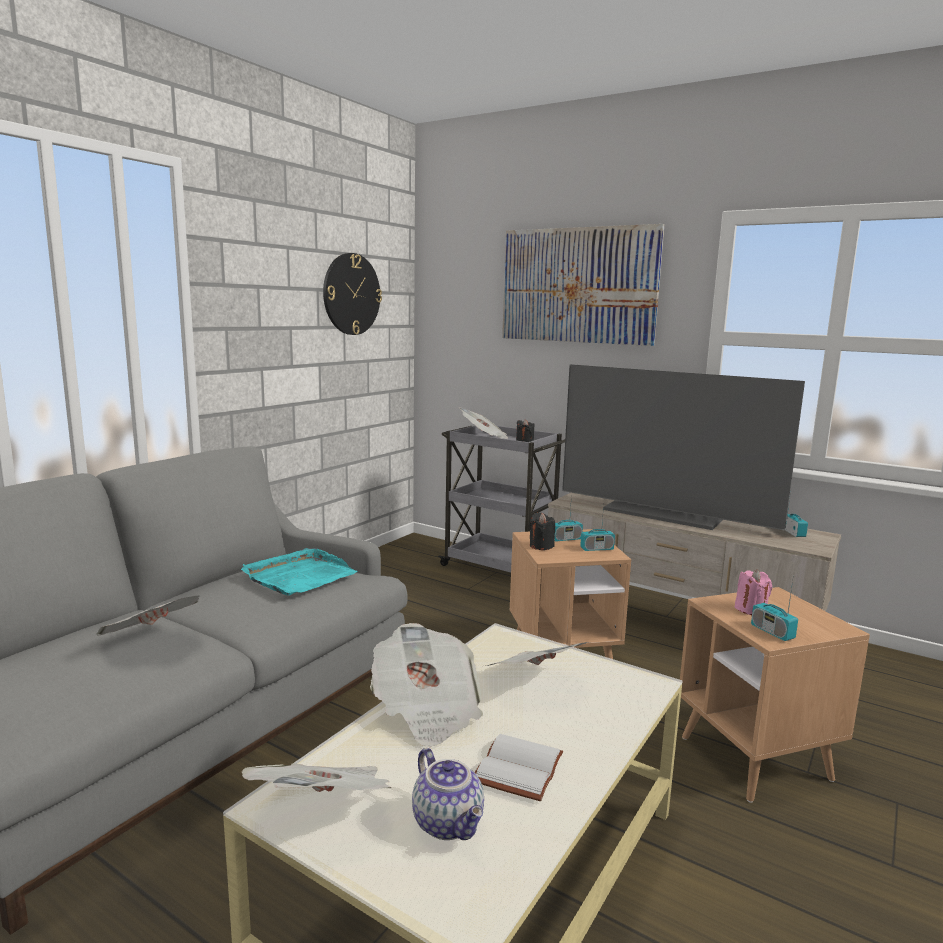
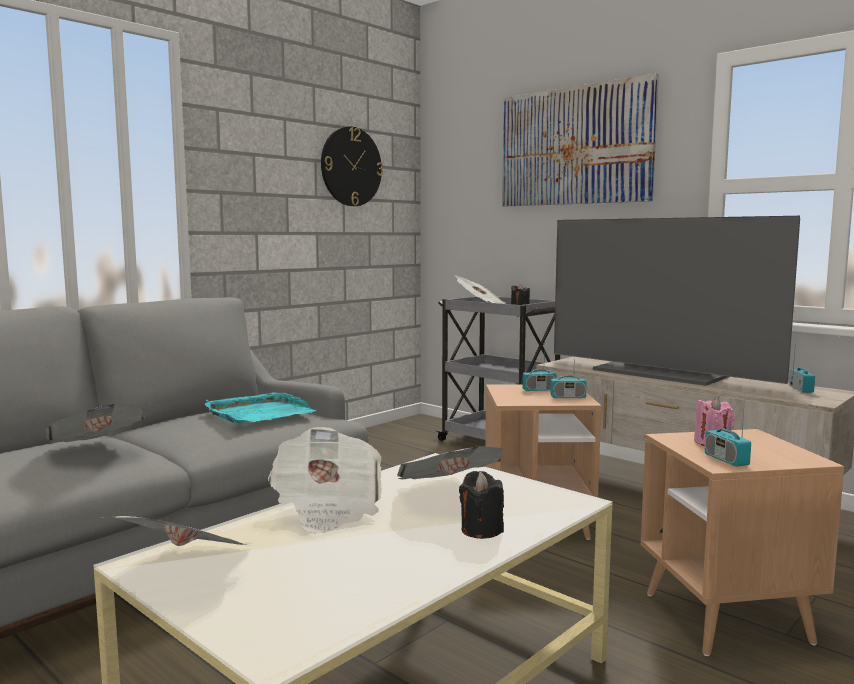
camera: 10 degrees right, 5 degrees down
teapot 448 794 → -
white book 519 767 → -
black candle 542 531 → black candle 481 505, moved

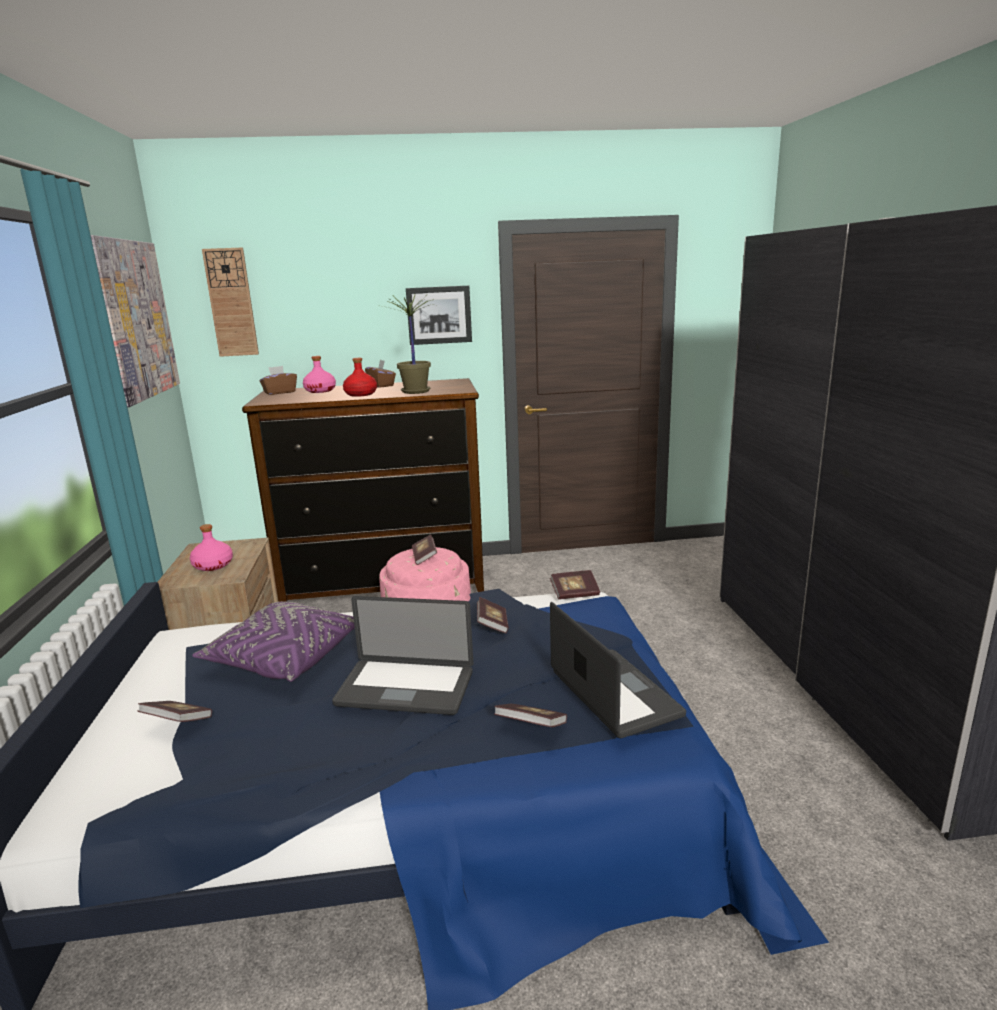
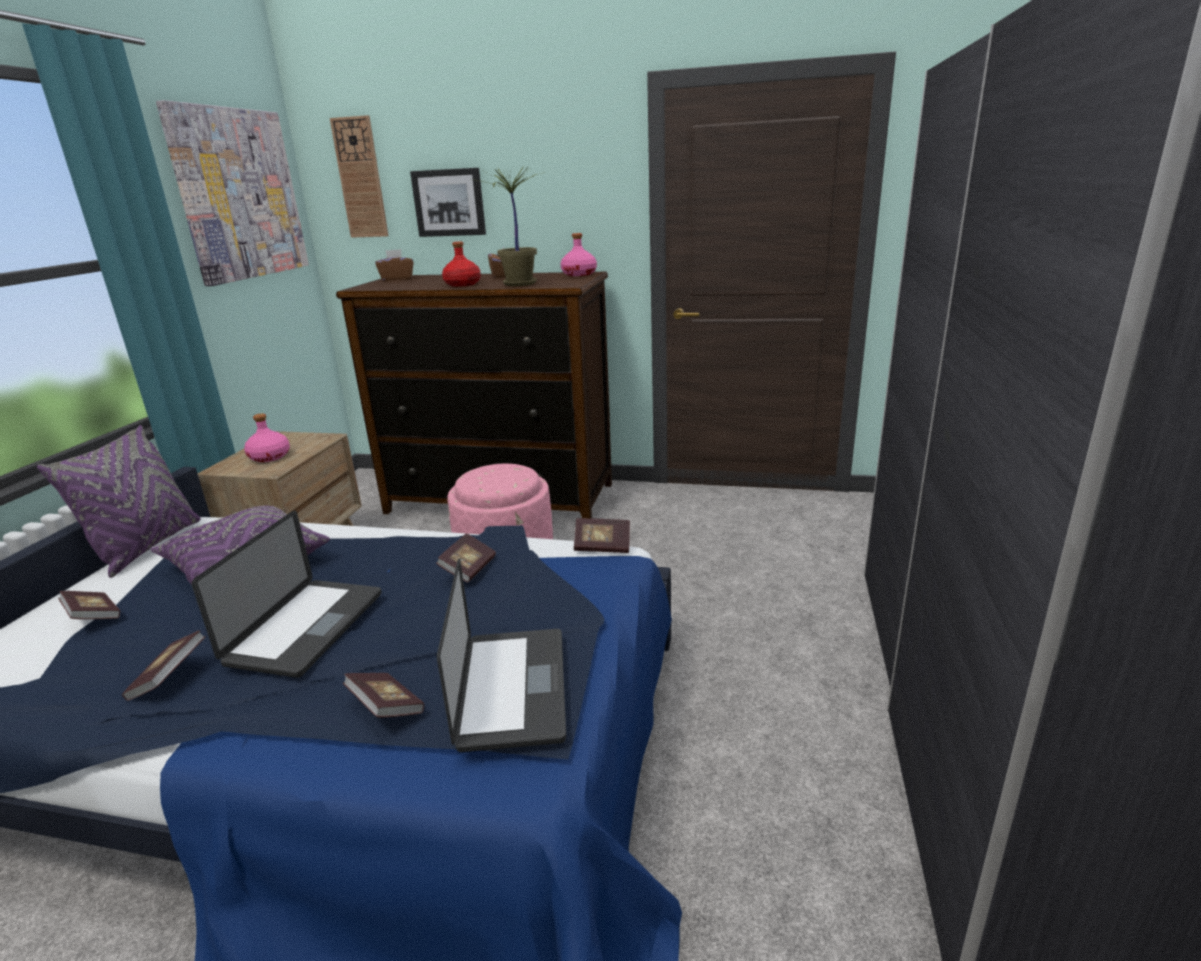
camera: 20 degrees right, 5 degrees up
pink bottle 319 374 → pink bottle 579 254, moved
laptop 403 655 → laptop 286 594, 105 degrees counterclockwise
picture 439 315 → picture 448 202, moved
book 424 549 → book 164 665, moved
- → purple pillow 119 501

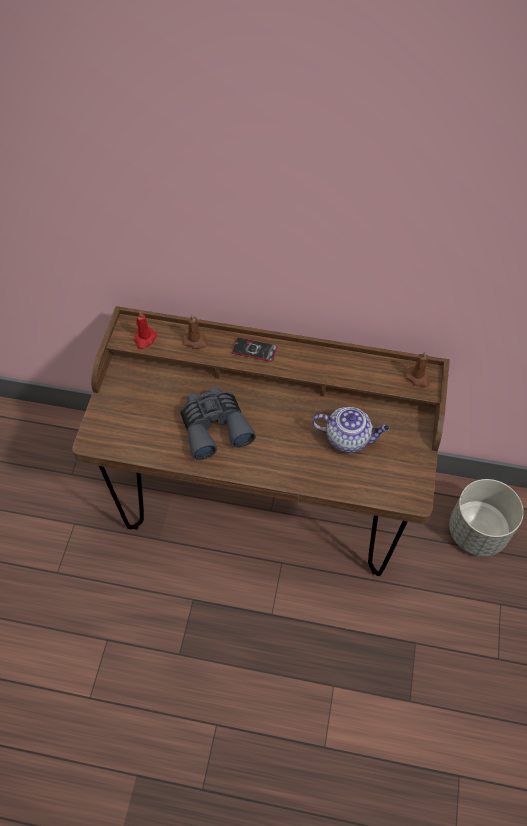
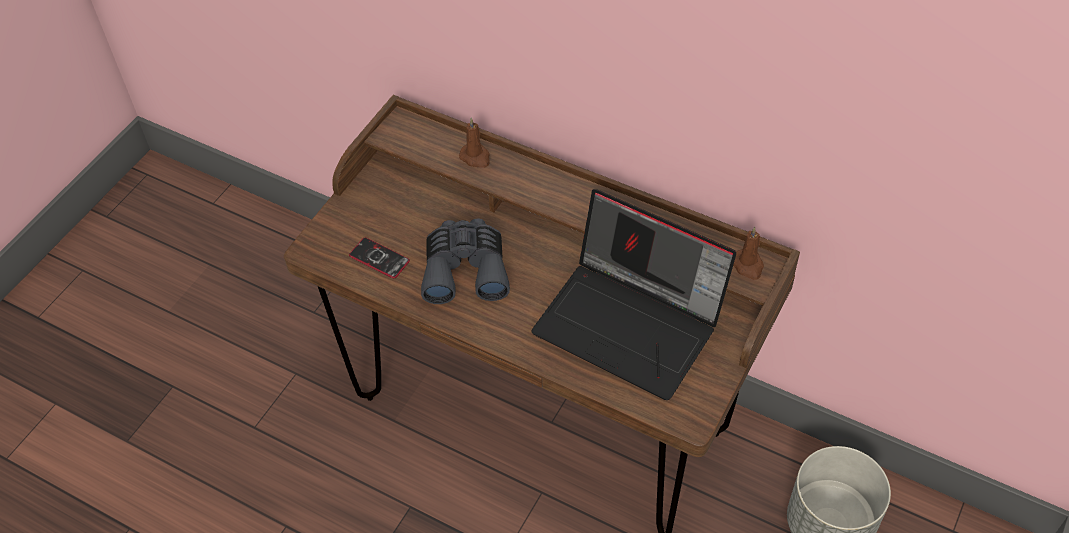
camera: 20 degrees right, 5 degrees down
red candle 145 330 → -
phone 254 349 → phone 379 258, moved
teapot 350 430 → laptop 633 294

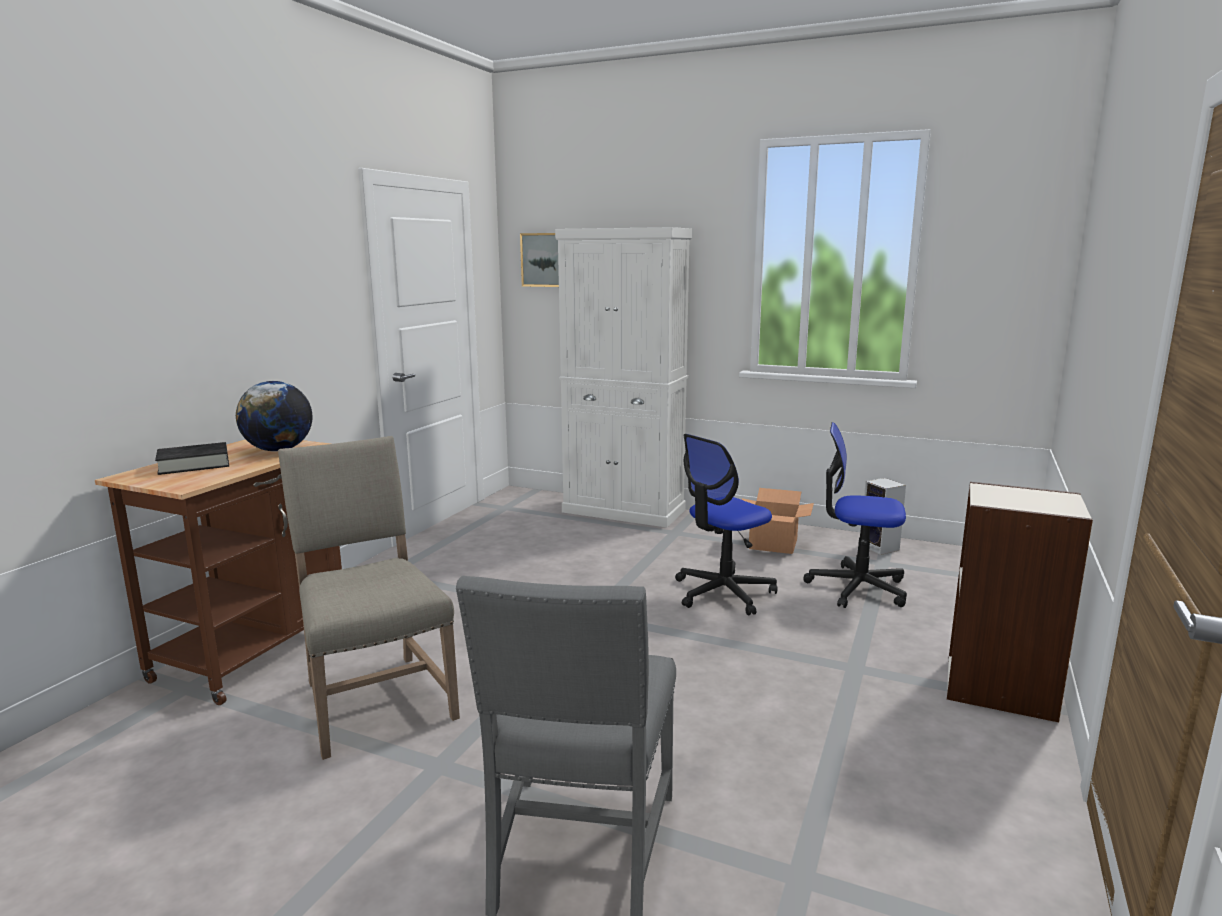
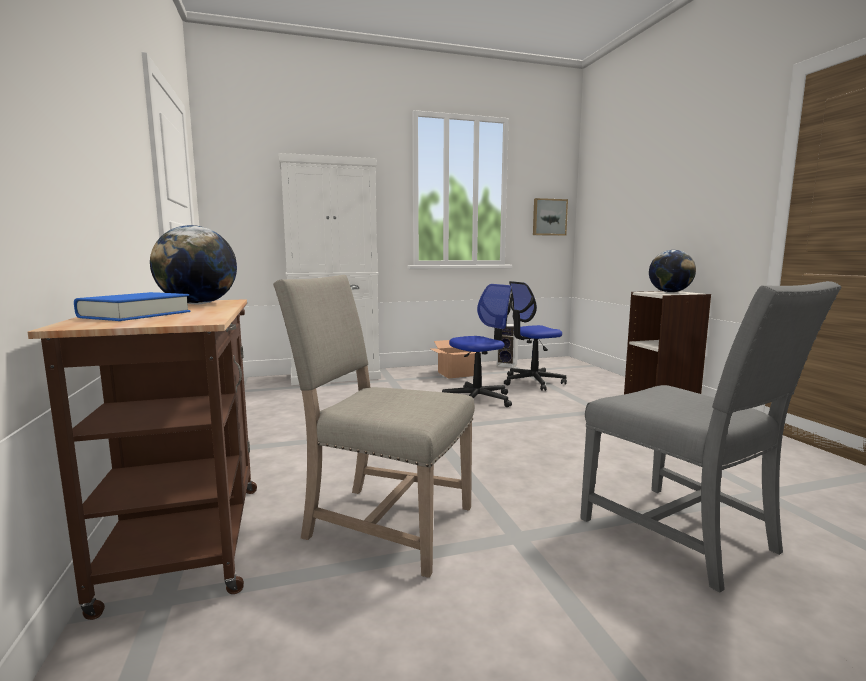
camera: 40 degrees left, 5 degrees down
black book 192 458 → blue book 132 306
picture 539 260 → picture 550 217, moved
office chair 726 524 → office chair 477 345, 135 degrees counterclockwise
- → globe 672 271

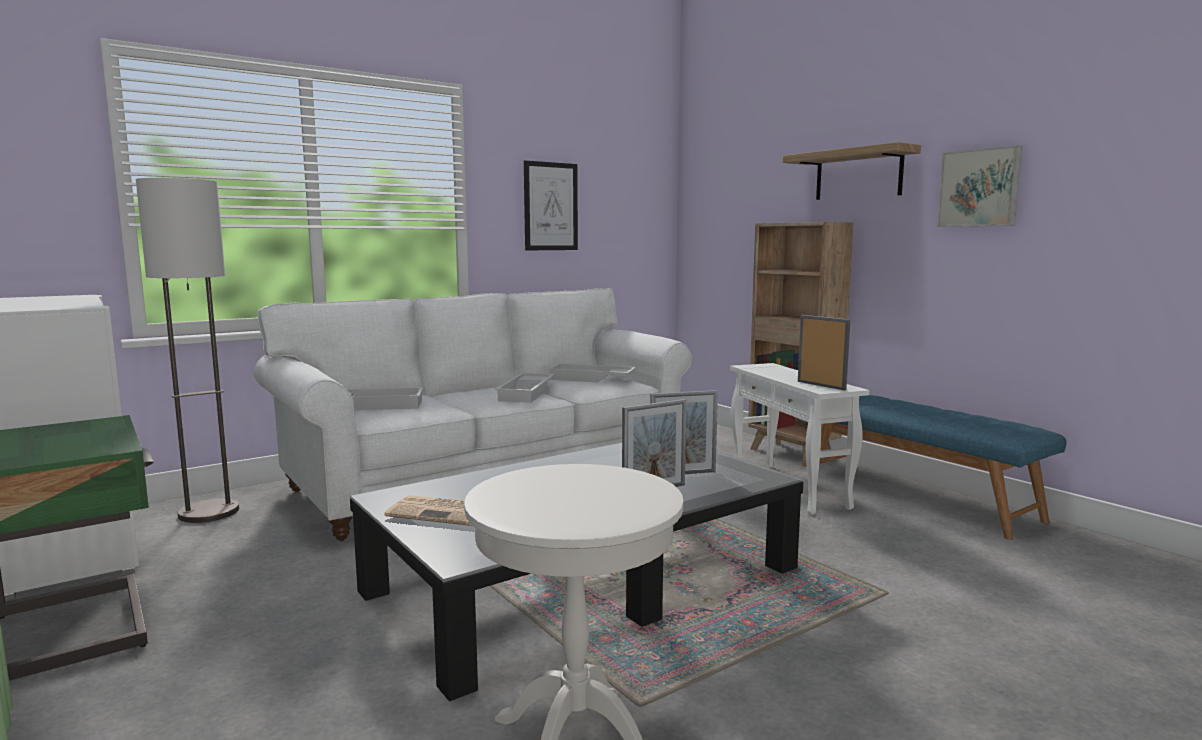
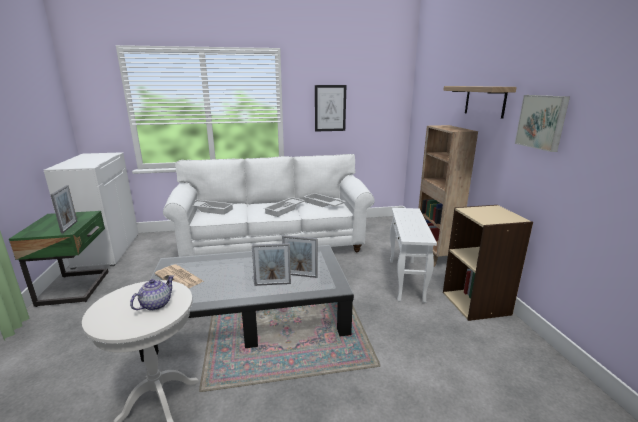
camera: 25 degrees right, 10 degrees up
floor lamp 187 350 → -
picture frame 824 352 → picture frame 63 209, moved
blue bench 943 467 → beige bookcase 488 263
- → teapot 152 293

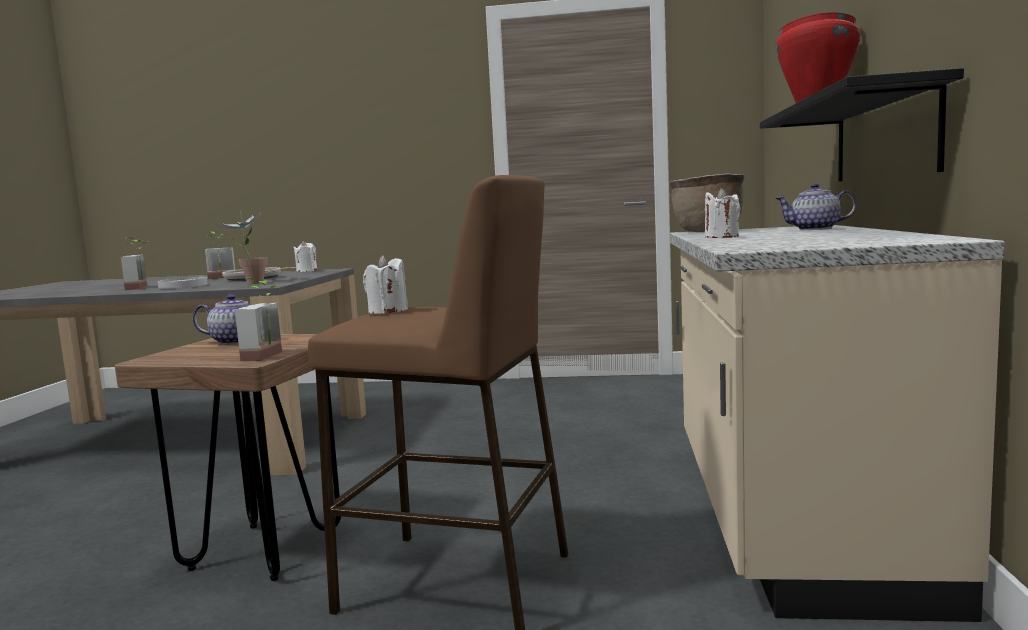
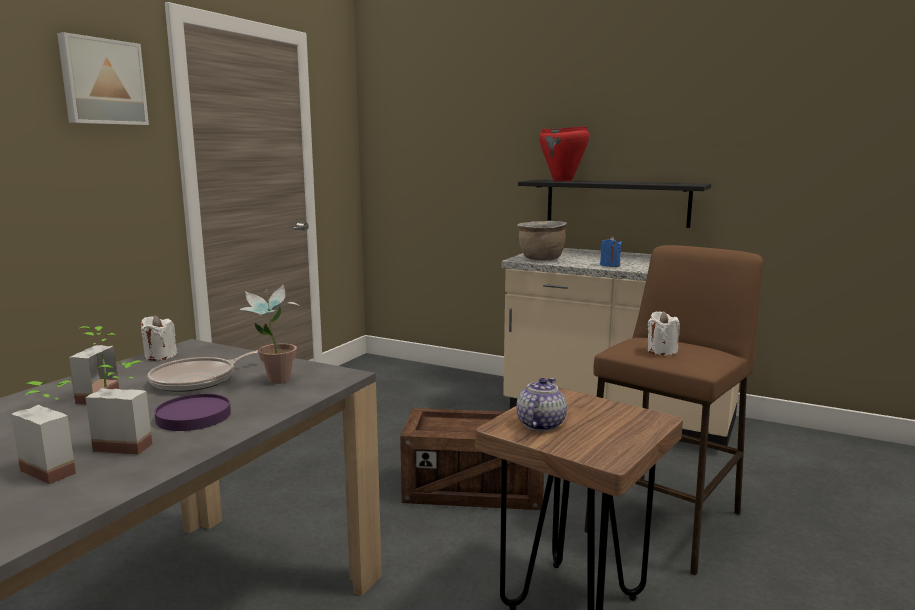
camera: 70 degrees left, 5 degrees up
white plate 183 283 → purple plate 192 412
potted plant 258 319 → potted plant 43 432, moved
white candle 722 213 → blue candle 611 251
teapot 816 206 → -
- → picture 103 78
- → crate 472 459

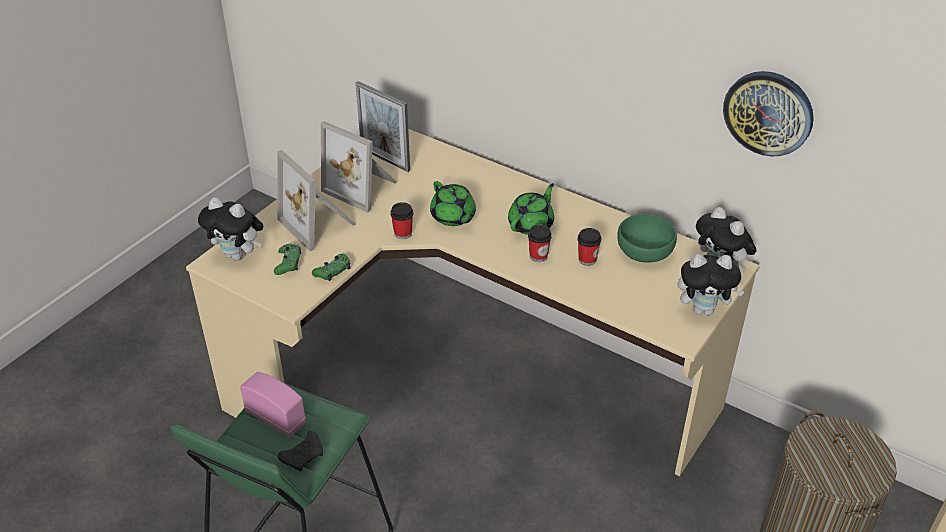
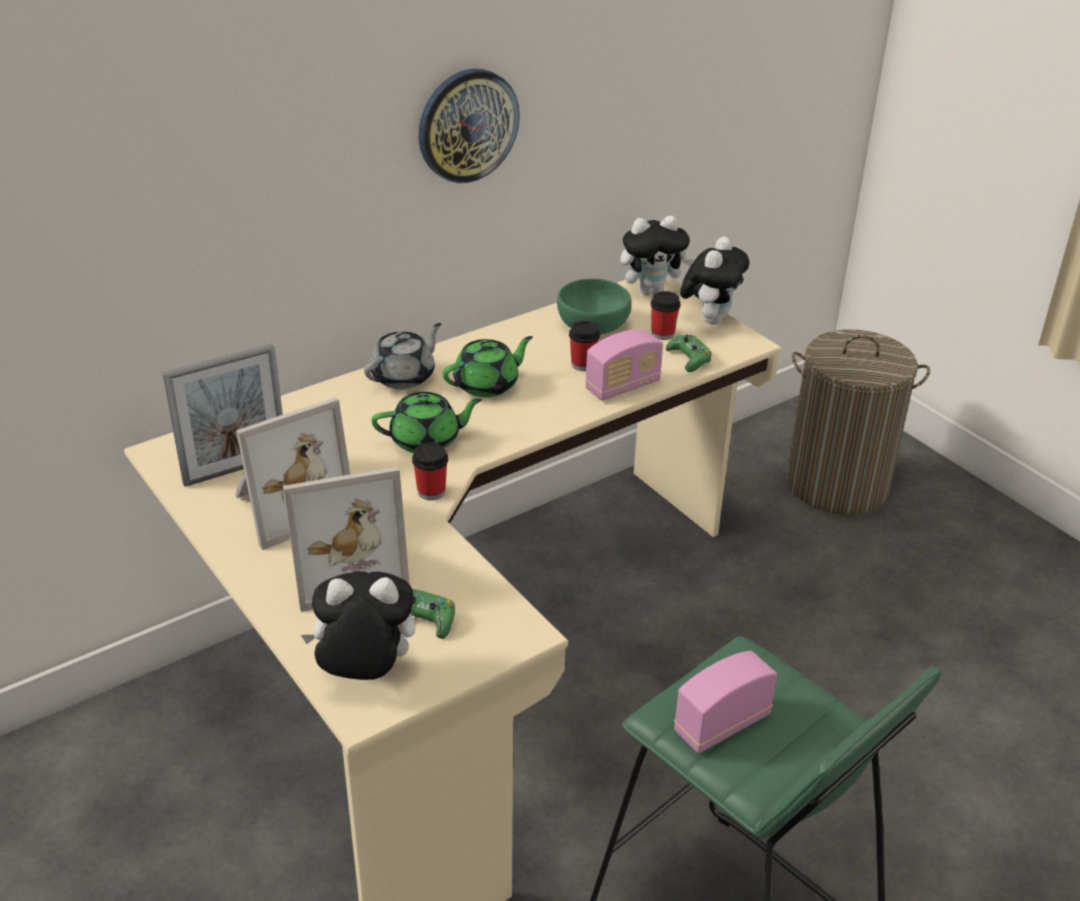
camera: 70 degrees left, 5 degrees down
plush toy 230 228 → plush toy 358 625, 135 degrees counterclockwise
black game controller 300 451 → -
green game controller 331 267 → green game controller 689 353, moved
green teapot 531 209 → green teapot 488 366, 90 degrees clockwise
cup 540 243 → cup 666 315, moved
wall clock 768 113 → wall clock 469 126, moved
- → grey teapot 402 356
- → radio 624 365

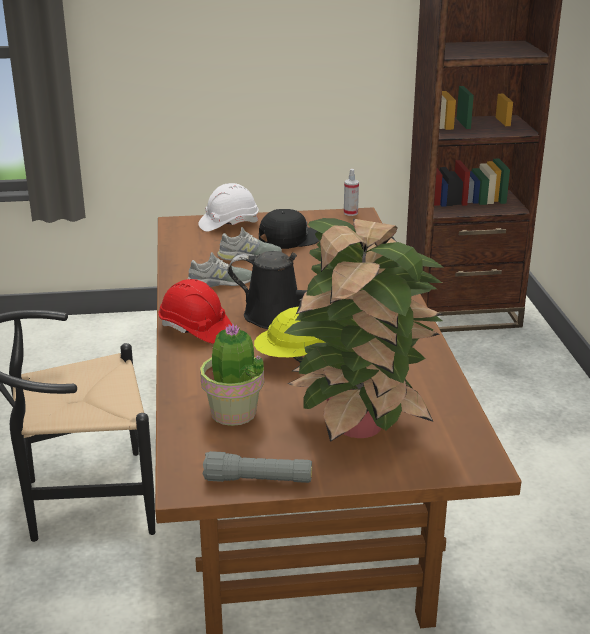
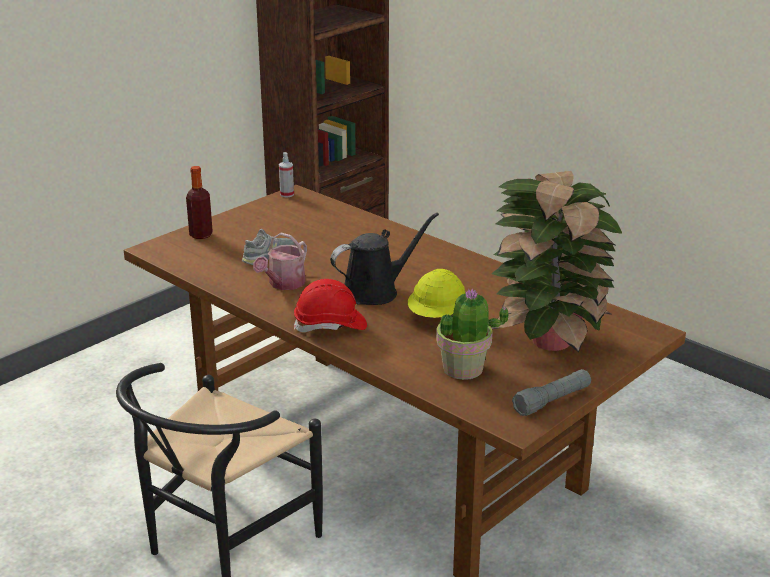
camera: 40 degrees left, 0 degrees up
grey shoe 220 269 → watering can 280 261
white hard hat 228 207 → bottle 199 202
black cap 289 229 → -

